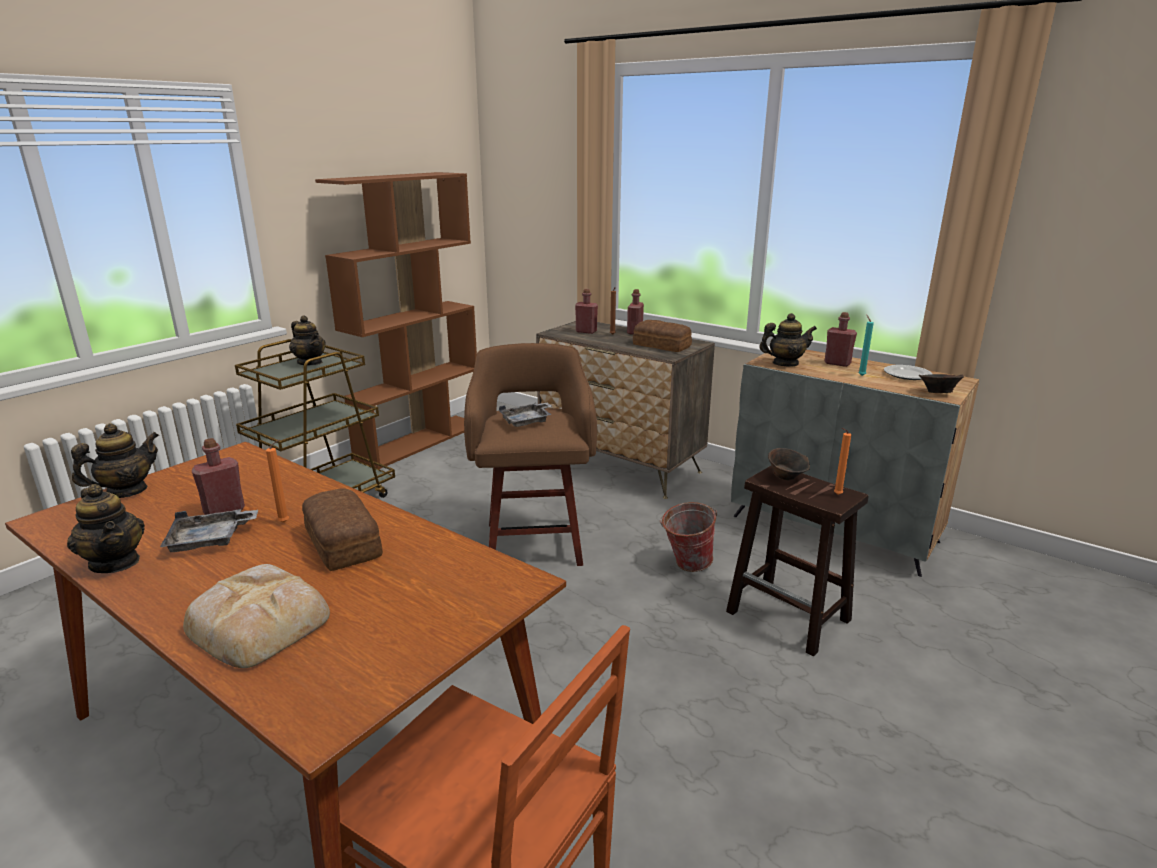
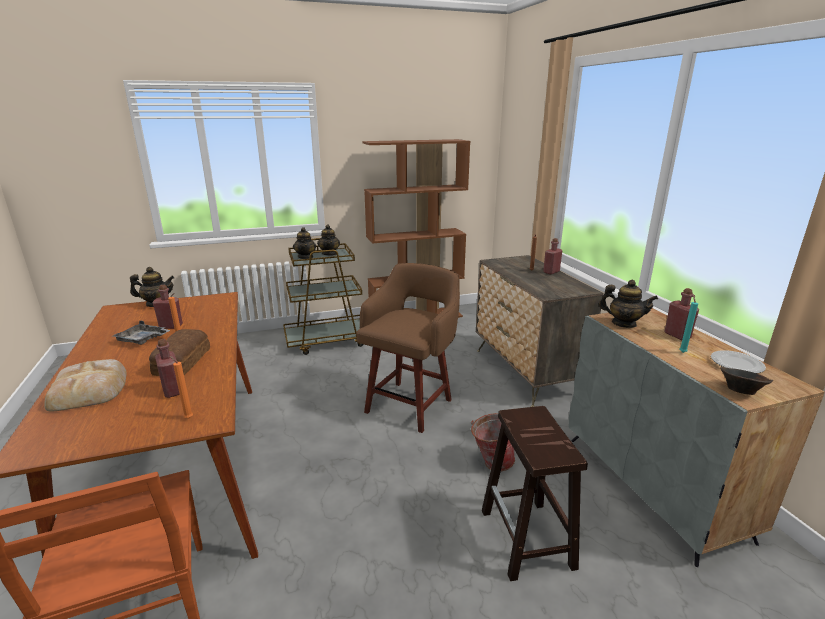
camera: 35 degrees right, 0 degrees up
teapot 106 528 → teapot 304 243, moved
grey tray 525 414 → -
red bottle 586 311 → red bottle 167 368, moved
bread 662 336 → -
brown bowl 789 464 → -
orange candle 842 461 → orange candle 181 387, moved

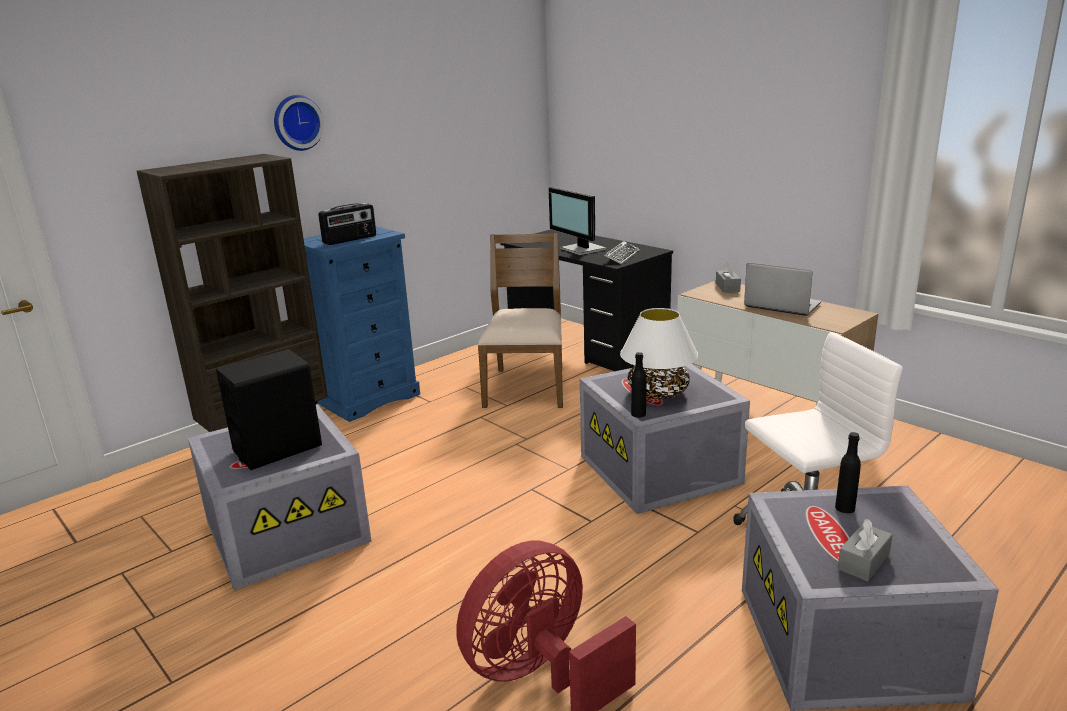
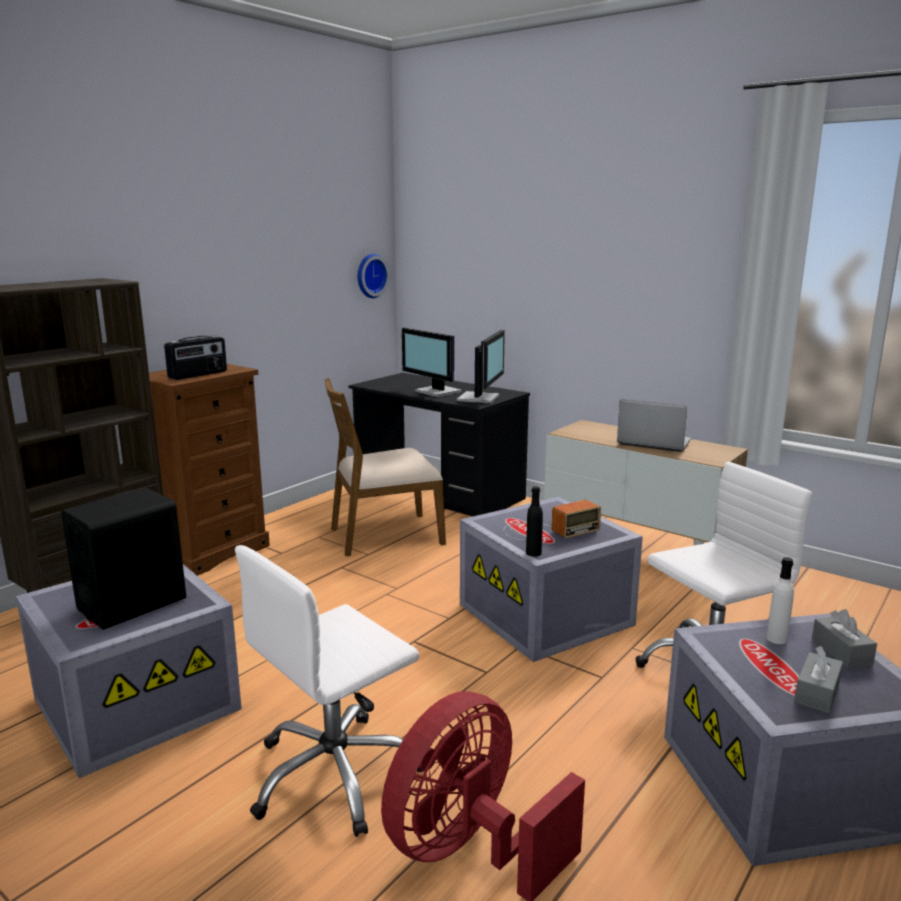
camera: 10 degrees left, 5 degrees down
wall clock 299 123 → wall clock 374 276, moved
blue dresser 362 324 → brown dresser 209 470
brown chair 520 320 → brown chair 385 467, 105 degrees counterclockwise
keyboard 622 252 → monitor 481 366
white table lamp 659 353 → radio 552 520
grey tissue box 728 277 → grey tissue box 844 638, moved
black bottle 848 472 → white bottle 780 600
- → white office chair 329 691

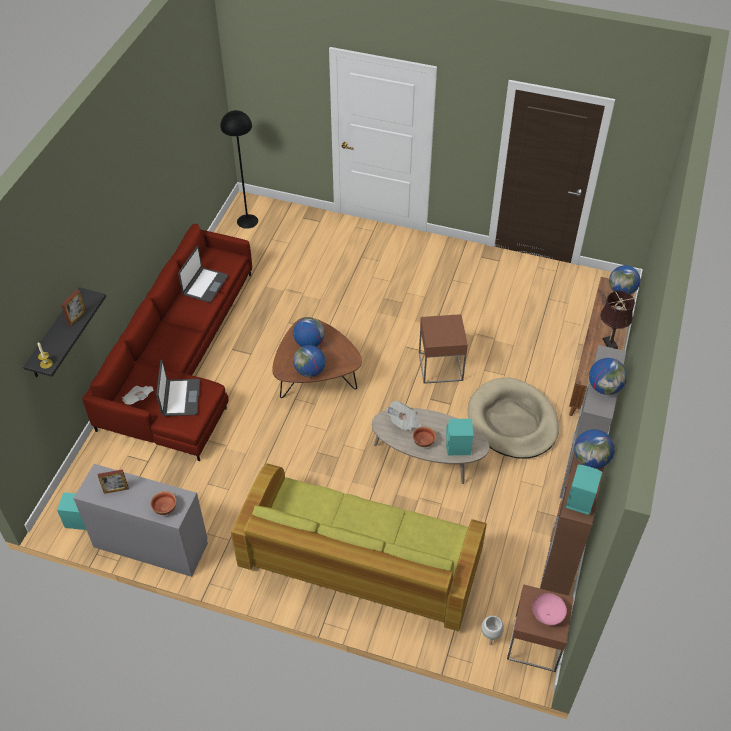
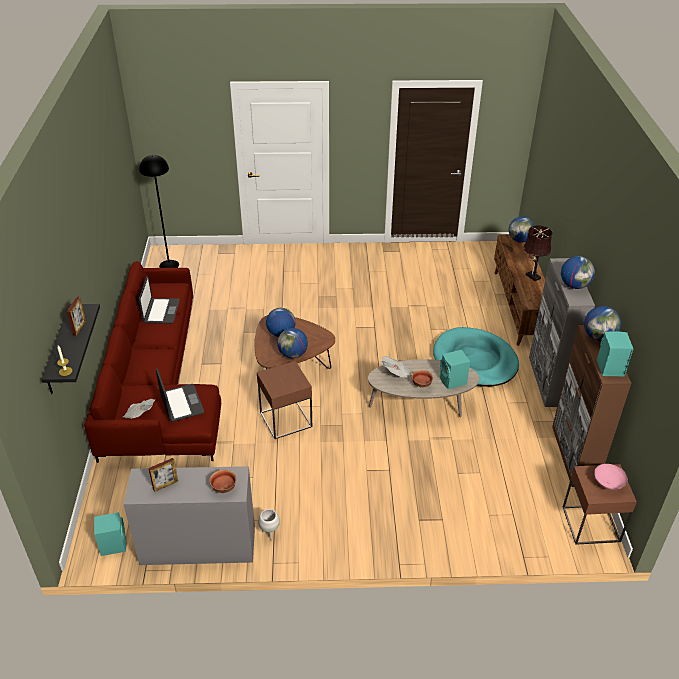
camera: 20 degrees left, 10 degrees down
green sofa 358 547 → -
brown side table 443 349 → brown side table 284 400, moved
beige dog bed 513 418 → turquoise dog bed 476 356
white planter 492 630 → white planter 269 524, moved

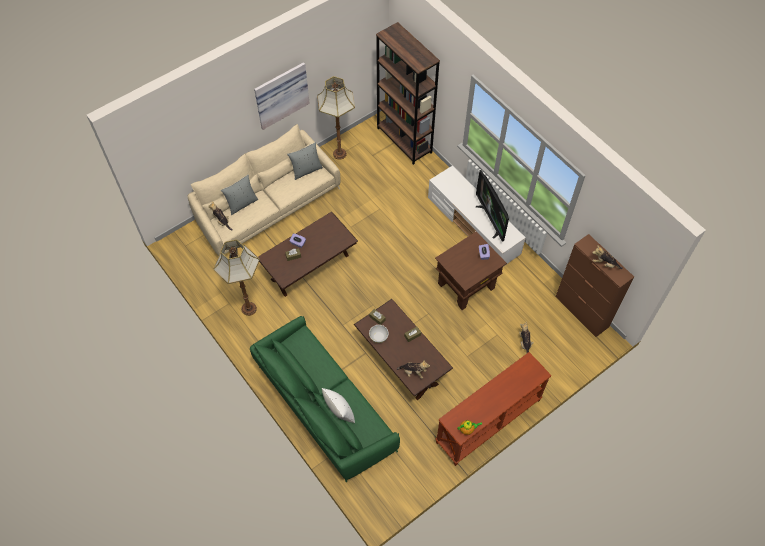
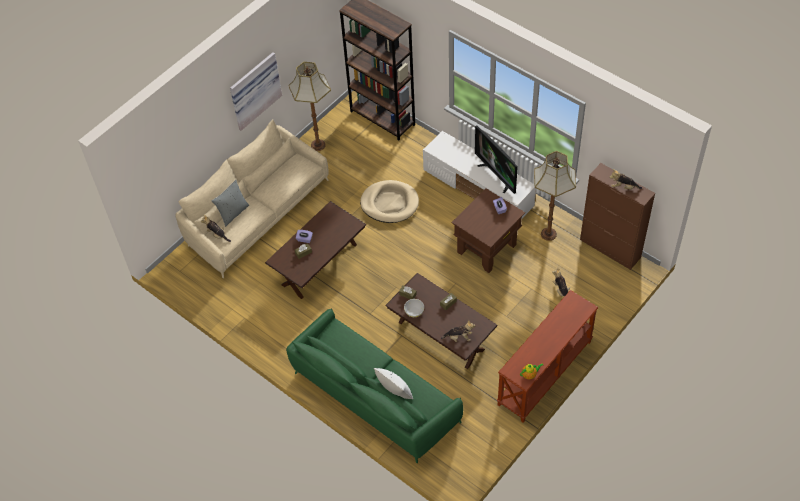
camera: 10 degrees left, 5 degrees down
floor lamp 236 277 → floor lamp 555 196, moved
grey pillow 305 161 → -
- → beige dog bed 389 201

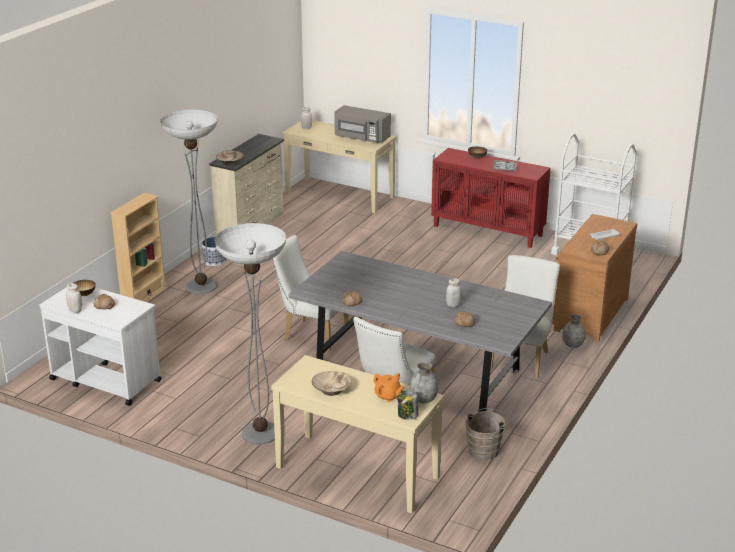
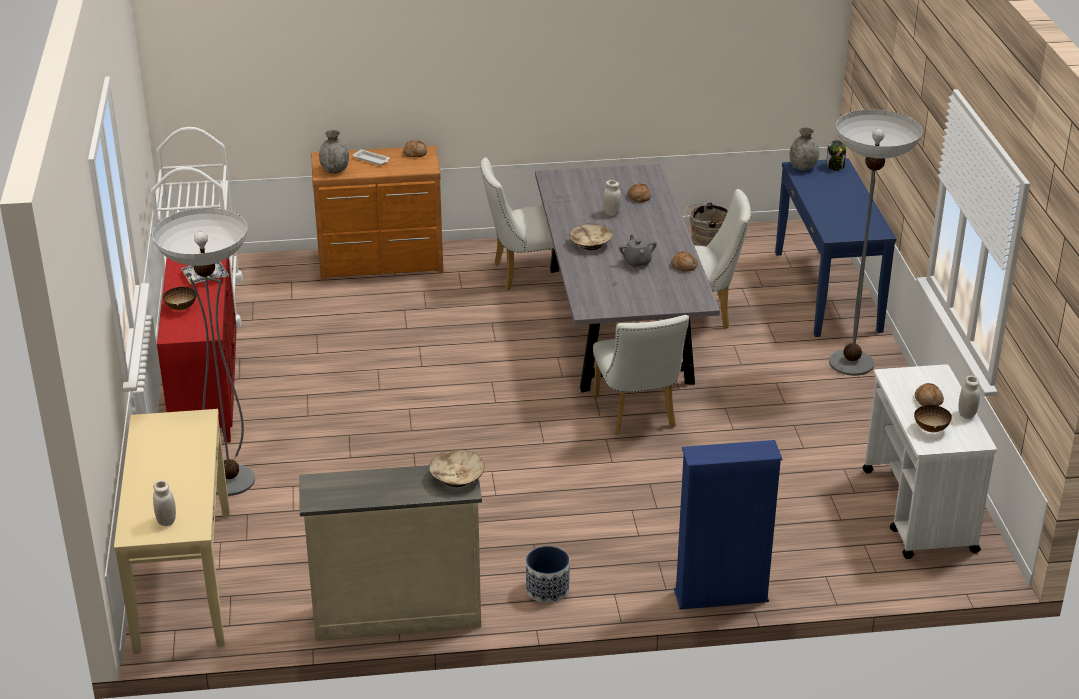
camera: 125 degrees left, 5 degrees up
beige bookcase 138 247 → blue bookcase 728 524
floor lamp 189 202 → floor lamp 203 352, moved
beige console table 357 434 → blue console table 835 247
beige bowl 331 383 → beige bowl 591 237, moved
grey microwave 362 124 → -
orange teapot 388 387 → -
grey vase 574 331 → grey vase 334 152, moved
- → grey teapot 638 251

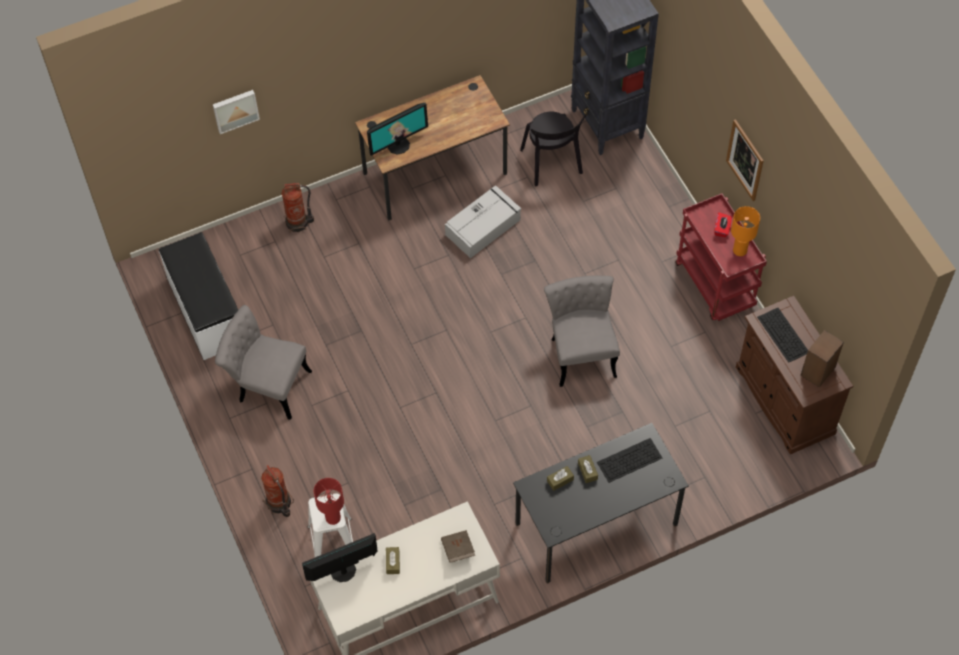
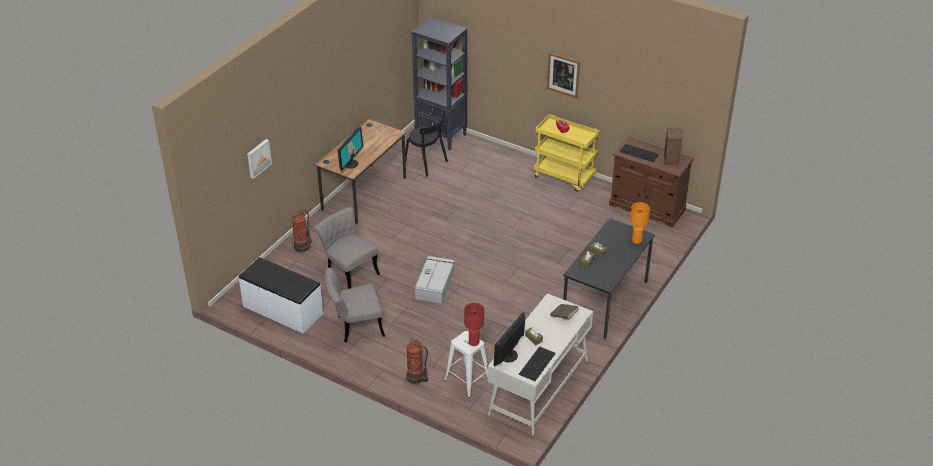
camera: 35 degrees left, 20 degrees down
grey storage box 483 221 → grey storage box 435 280, moved
grey chair 582 331 → grey chair 347 248, moved
keyboard 629 460 → keyboard 537 363, moved
red cart 721 257 → yellow cart 566 153
orange table lamp 745 231 → orange table lamp 640 223, moved

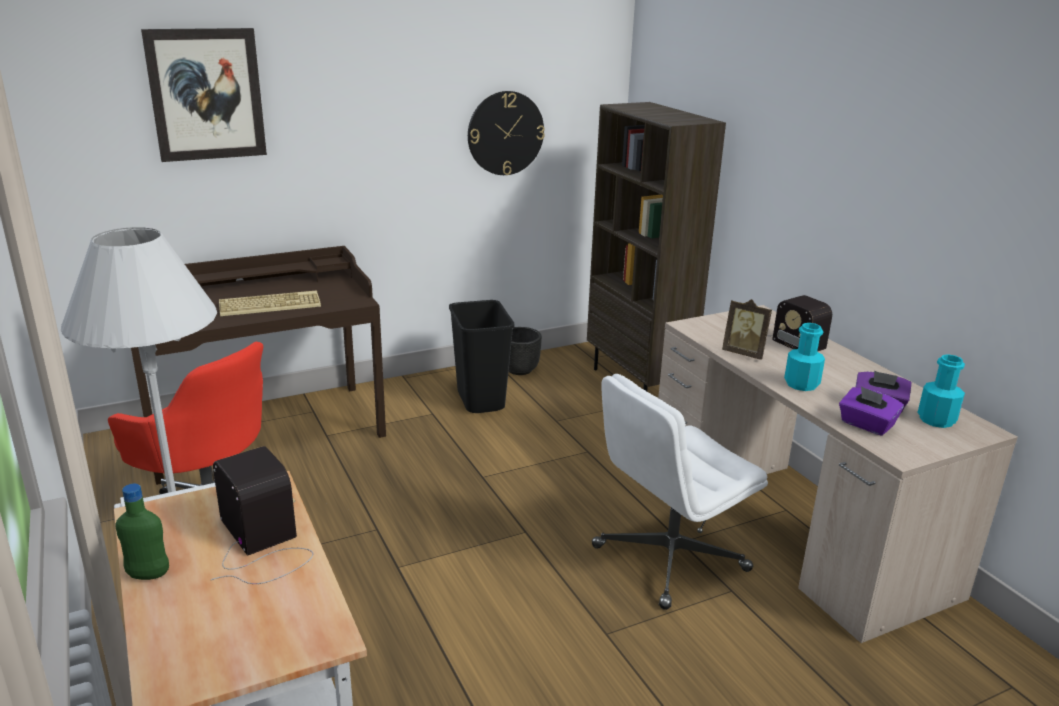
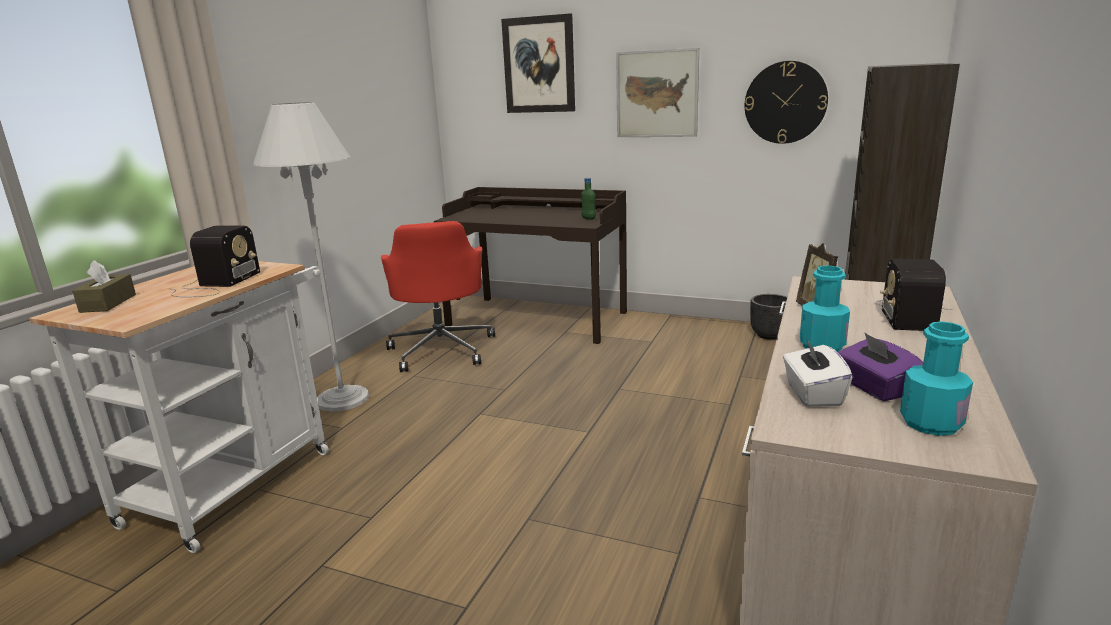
camera: 50 degrees right, 5 degrees down
green bottle 142 532 → green bottle 588 199, moved
keyboard 270 303 → -
black trash can 481 356 → -
white office chair 680 492 → -
purple tissue box 871 411 → white tissue box 817 372
- → brown tissue box 104 286
- → picture 657 92

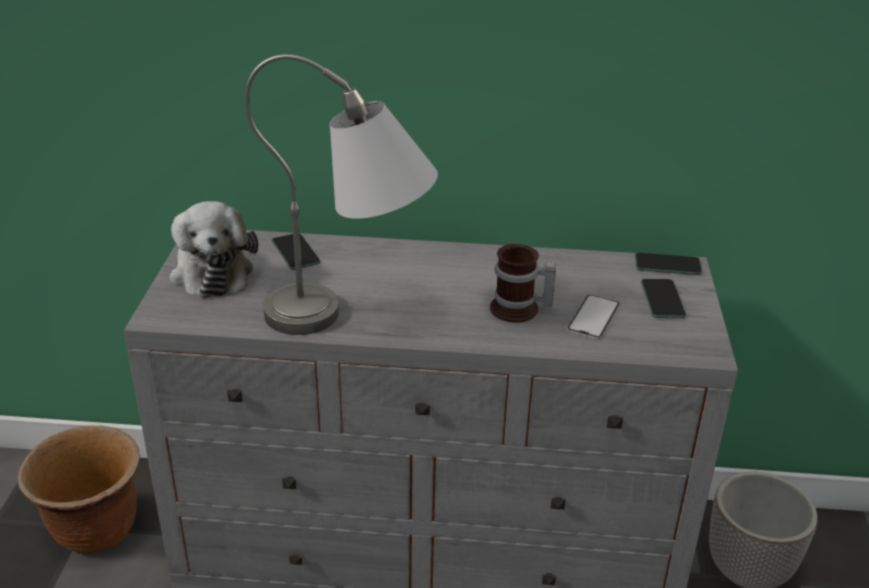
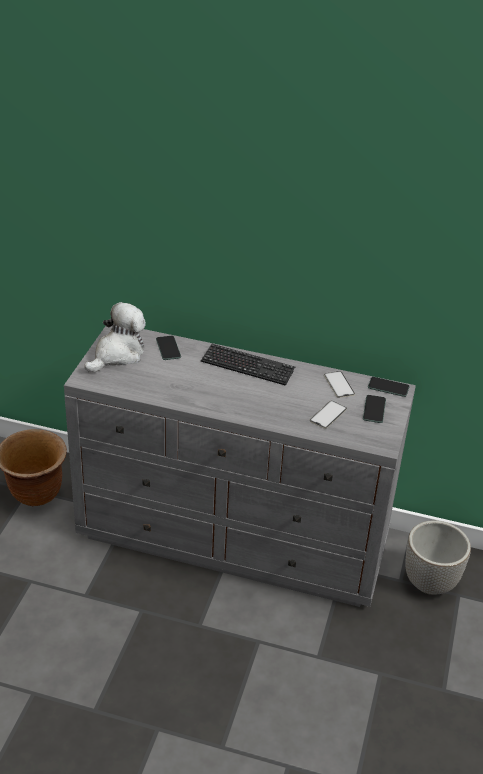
camera: 10 degrees right, 5 degrees up
plush toy 214 249 → plush toy 115 337, 135 degrees counterclockwise
grey table lamp 341 194 → -
mug 523 283 → -
- → keyboard 248 365
- → phone 339 384

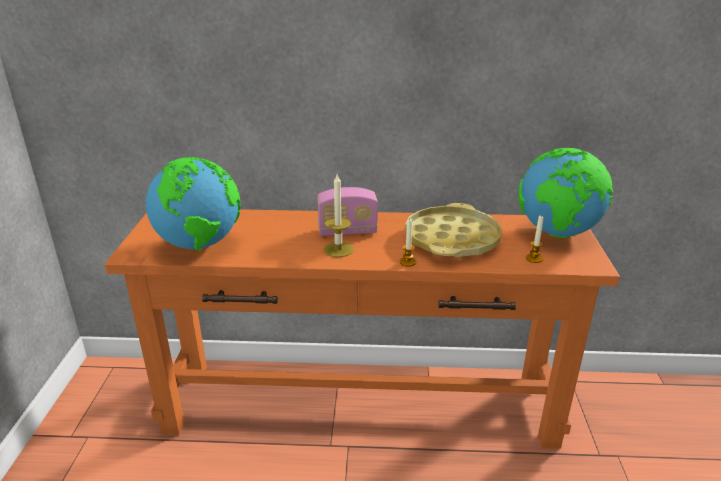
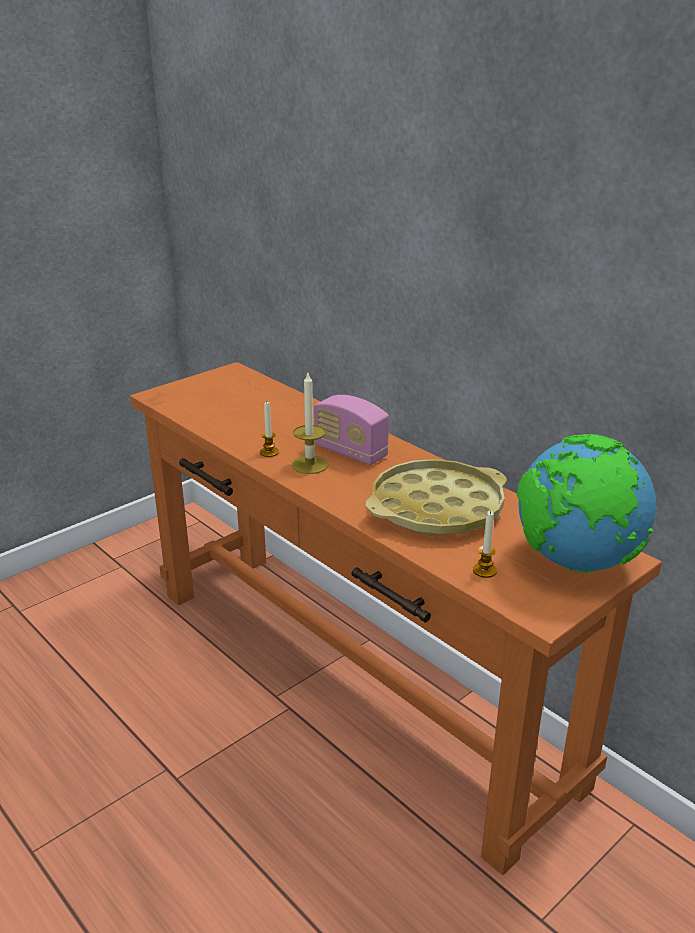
camera: 45 degrees right, 0 degrees up
globe 193 204 → -
candle 408 242 → candle 269 429, moved

